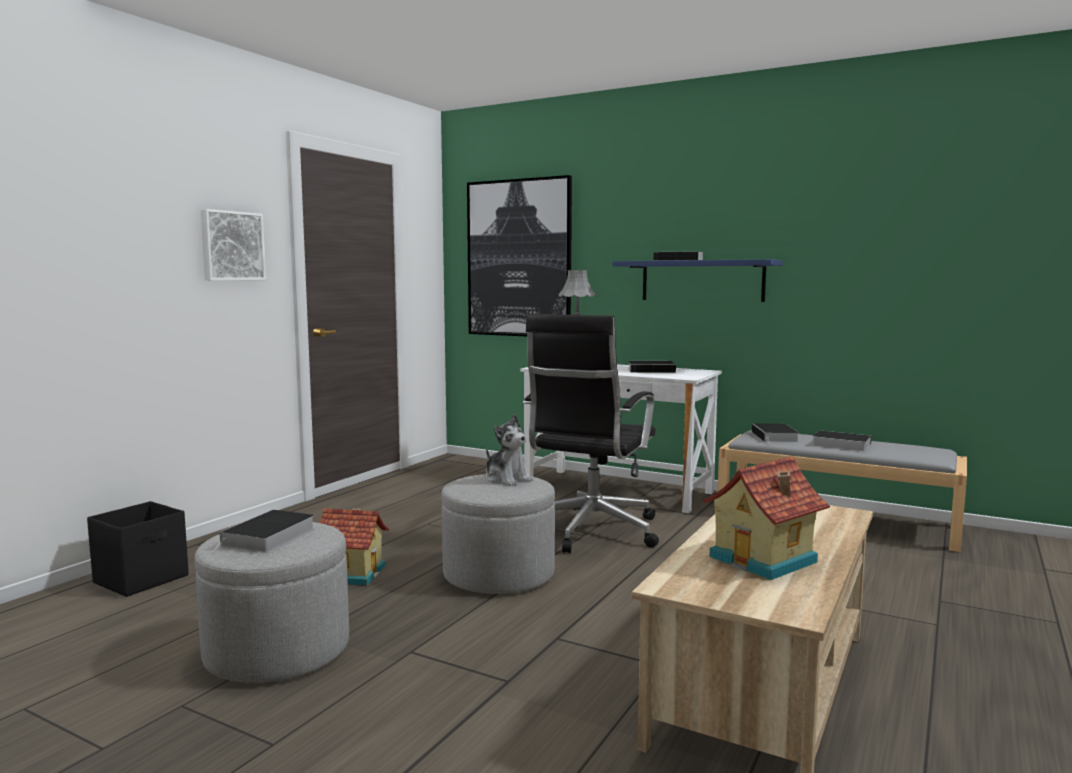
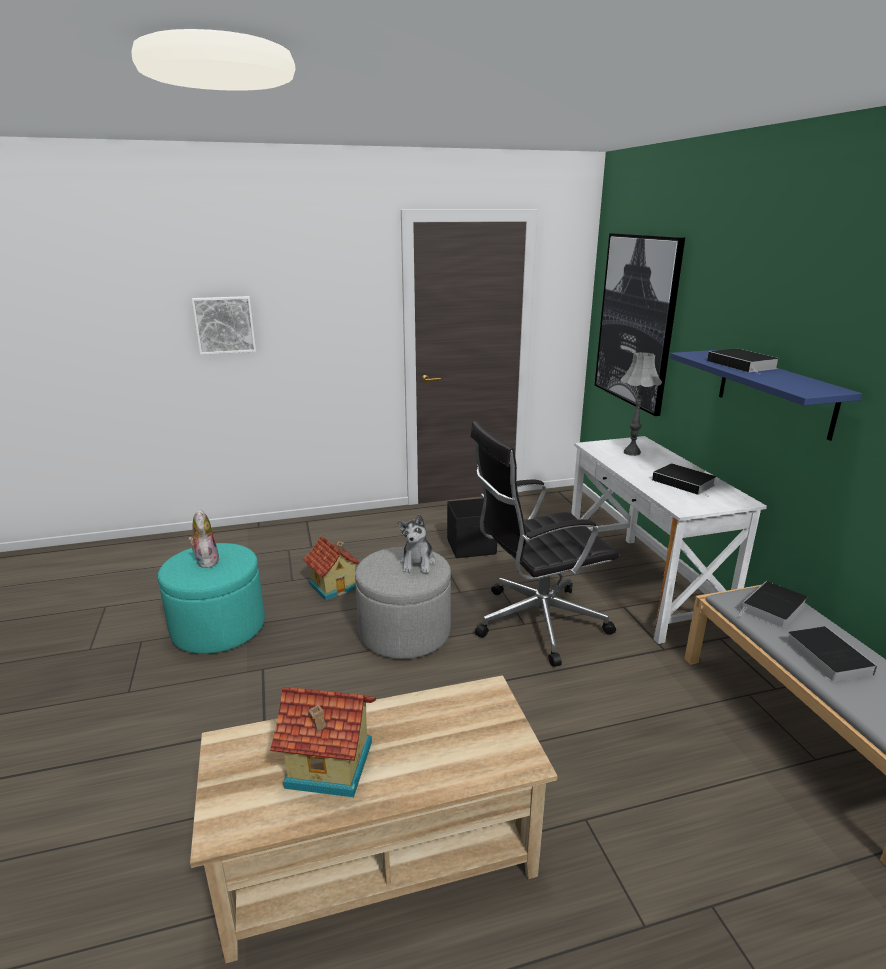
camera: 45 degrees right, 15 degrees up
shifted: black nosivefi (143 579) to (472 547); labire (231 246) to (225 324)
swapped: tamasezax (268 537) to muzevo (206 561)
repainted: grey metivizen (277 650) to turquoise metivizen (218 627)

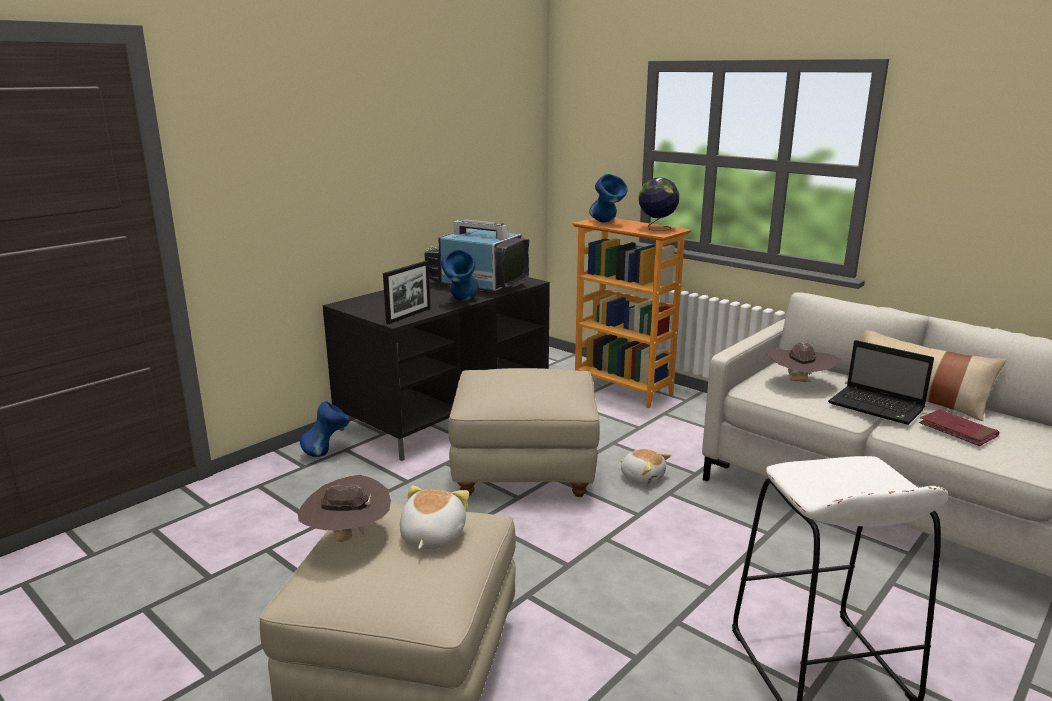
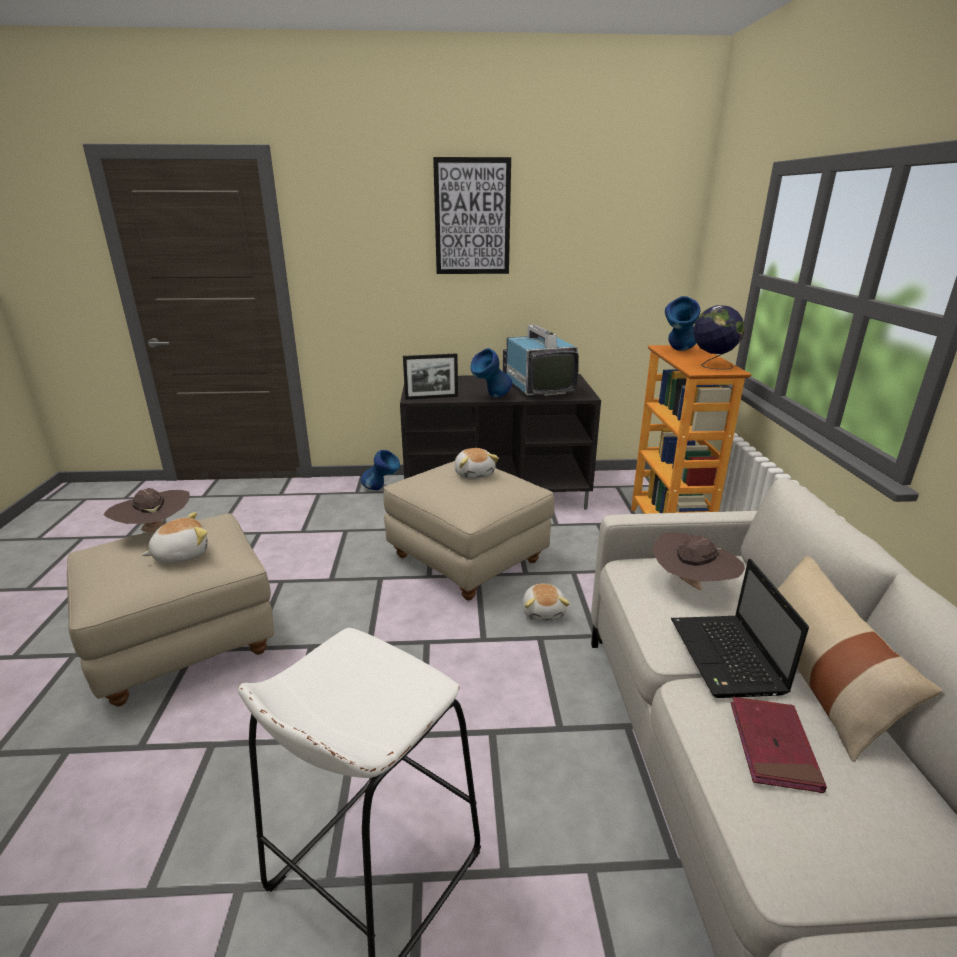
camera: 45 degrees right, 5 degrees up
new: labire (472 217); muzevo (474 474)

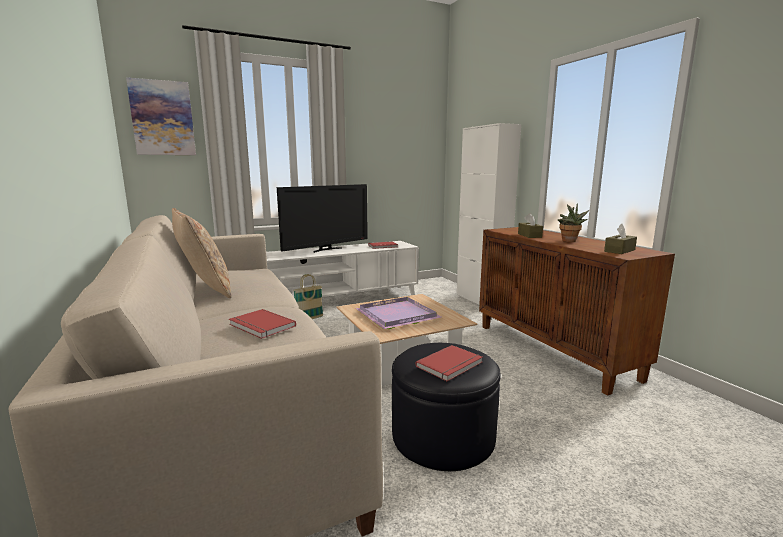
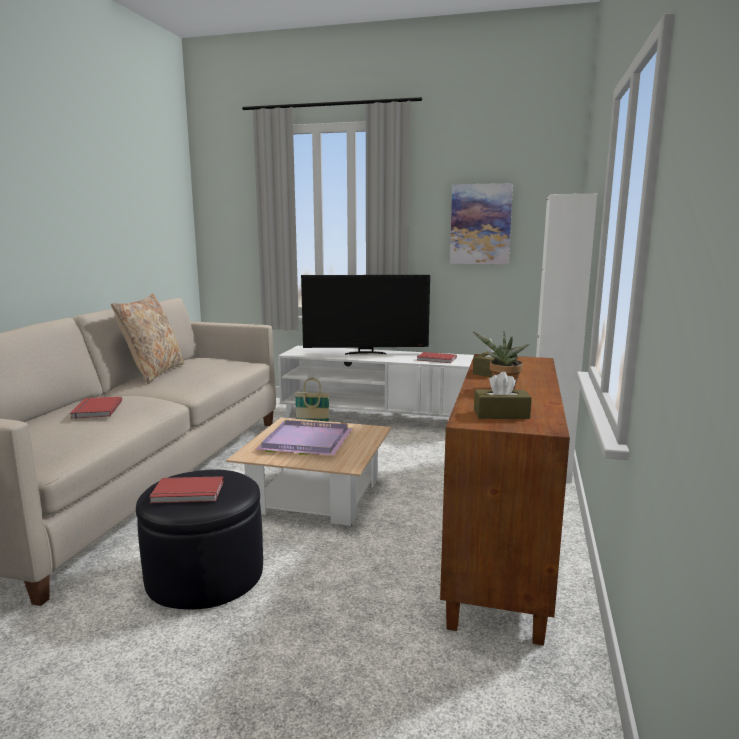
camera: 40 degrees right, 0 degrees up
shifted: labire (162 118) to (480 224)

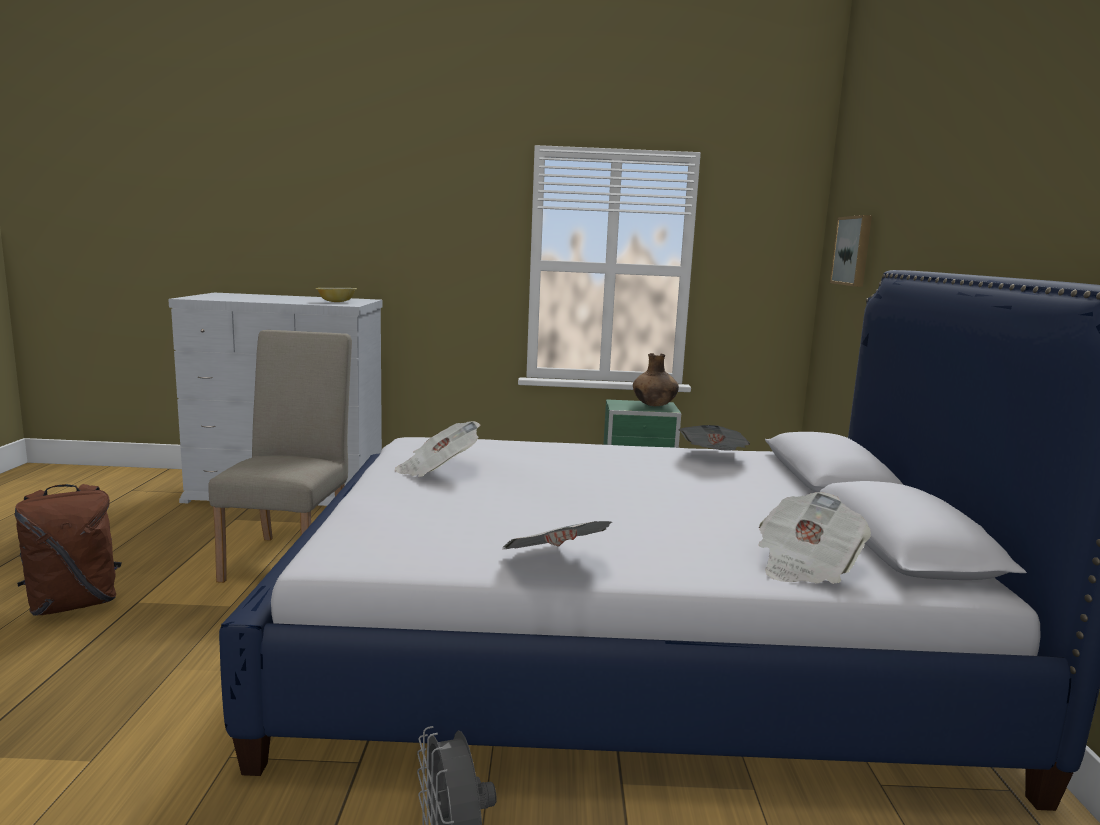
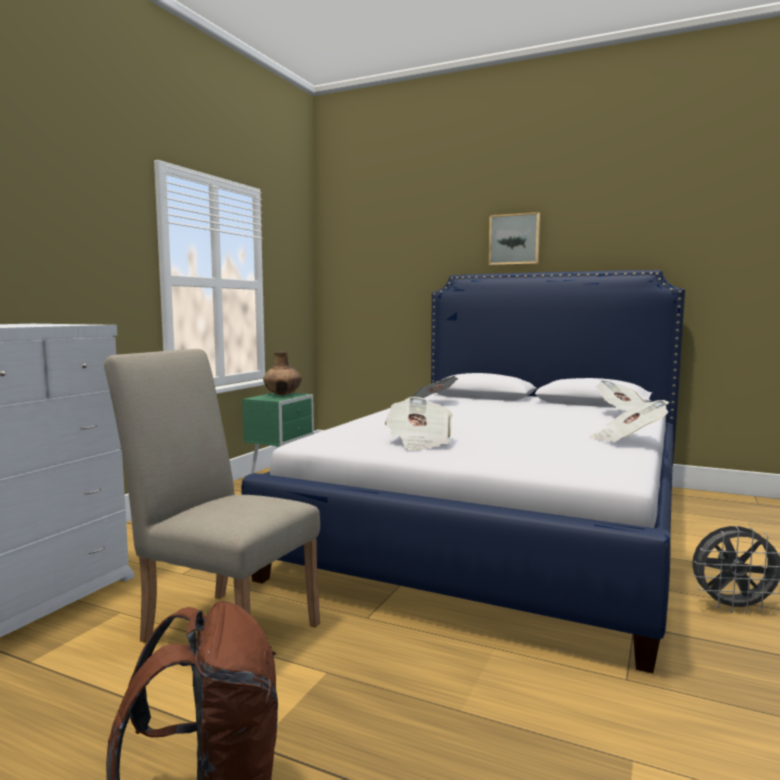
camera: 65 degrees left, 5 degrees down
gone: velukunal (336 302)
shifted: labire (853 251) to (514 239)

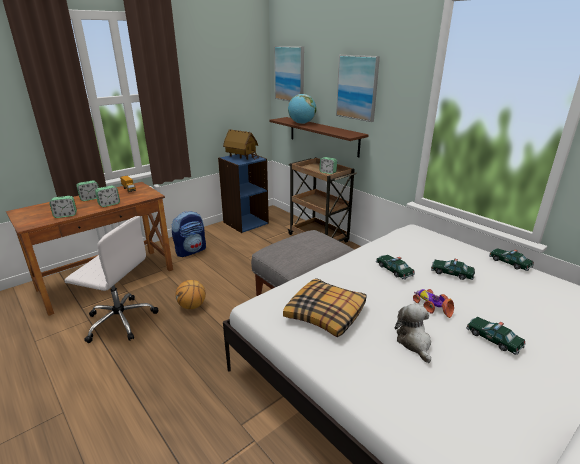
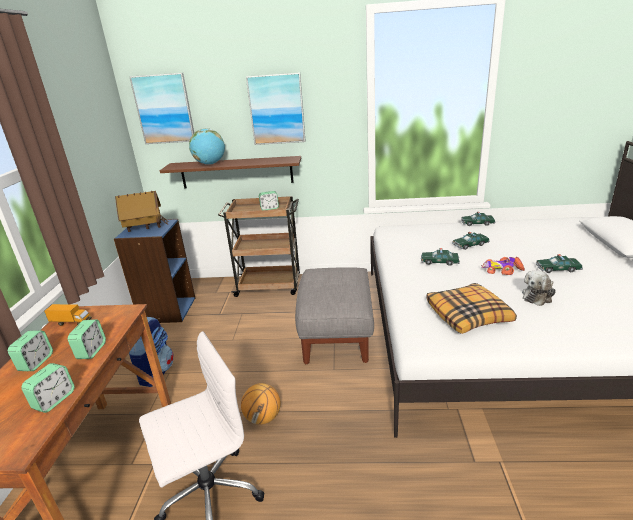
camera: 45 degrees left, 0 degrees up
rotated: muzevo (414 342) = (538 296) 75 degrees counterclockwise

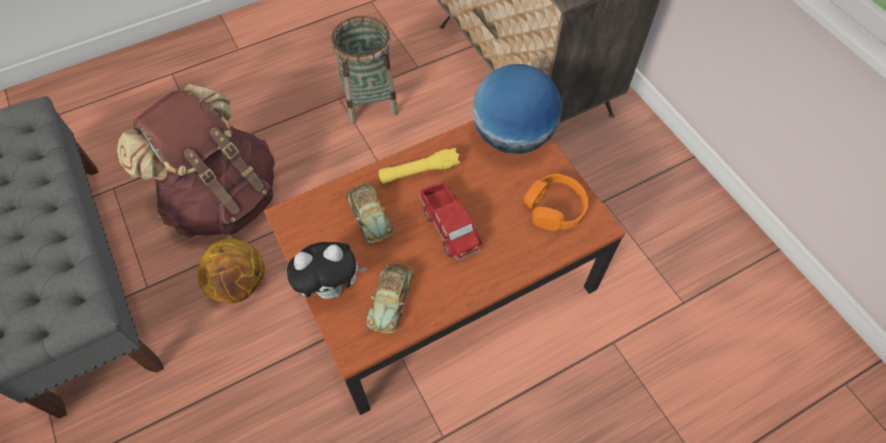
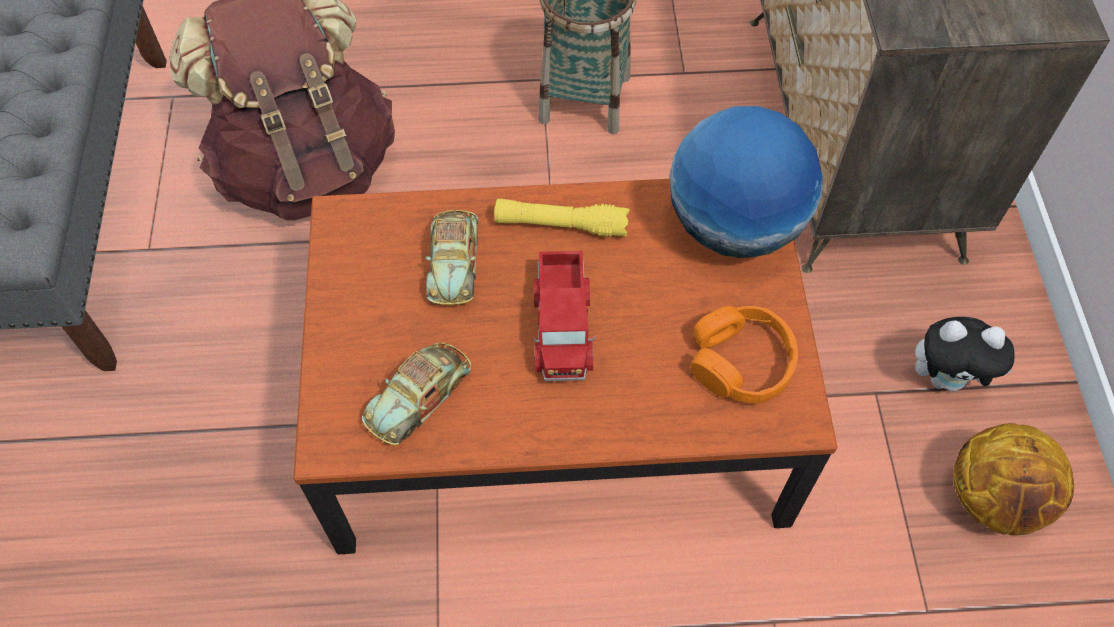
camera: 25 degrees right, 0 degrees up
shifted: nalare (240 284) to (995 499); muzevo (332 287) to (946 378)

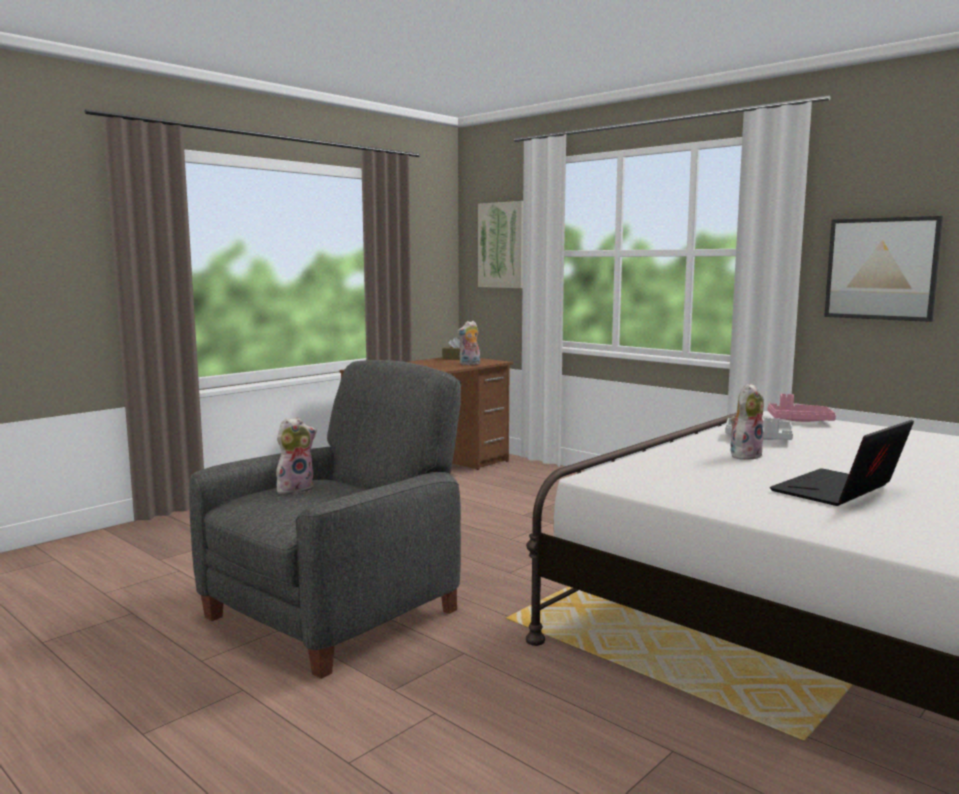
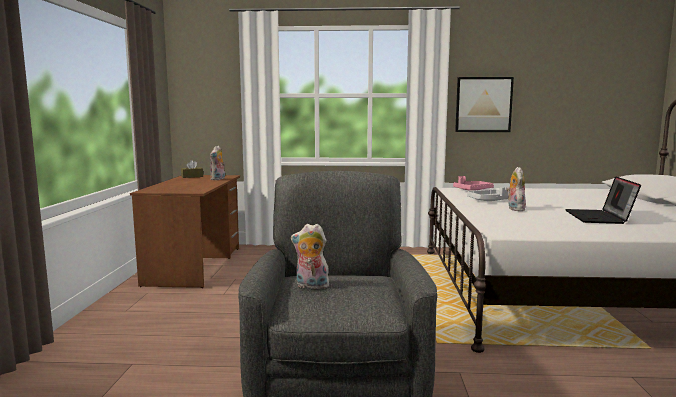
camera: 40 degrees left, 0 degrees up
gone: labire (502 245)
rotated: muzevo (295 489) = (311 286) 90 degrees counterclockwise

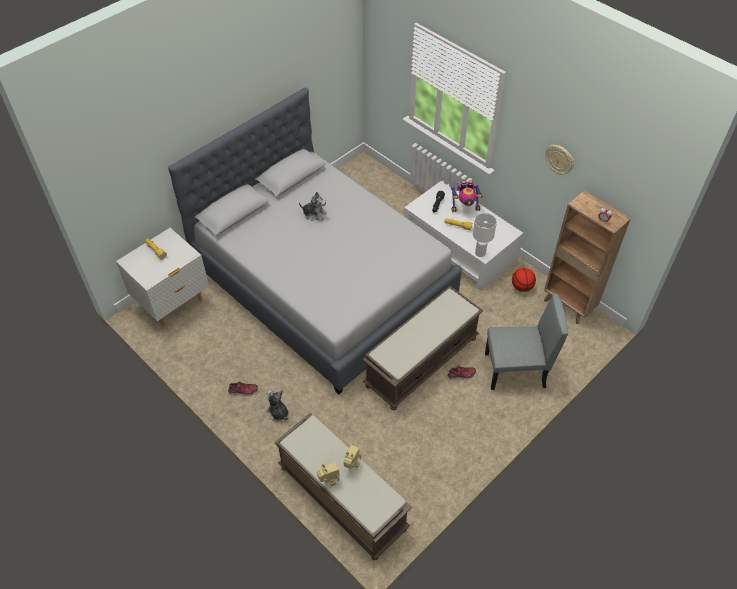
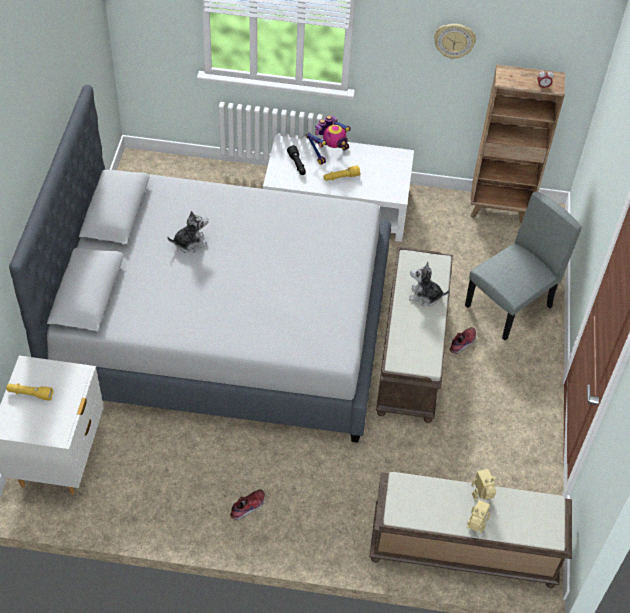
camera: 40 degrees left, 0 degrees up
gone: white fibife (480 253); nalare (522 287)
shifted: muzevo (278 413) to (425 296)

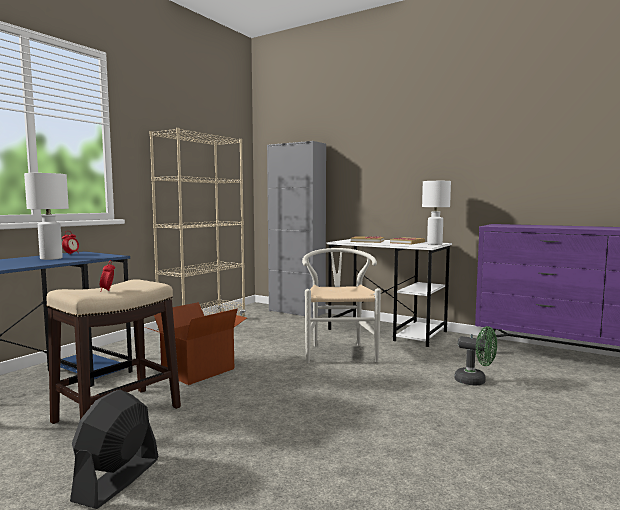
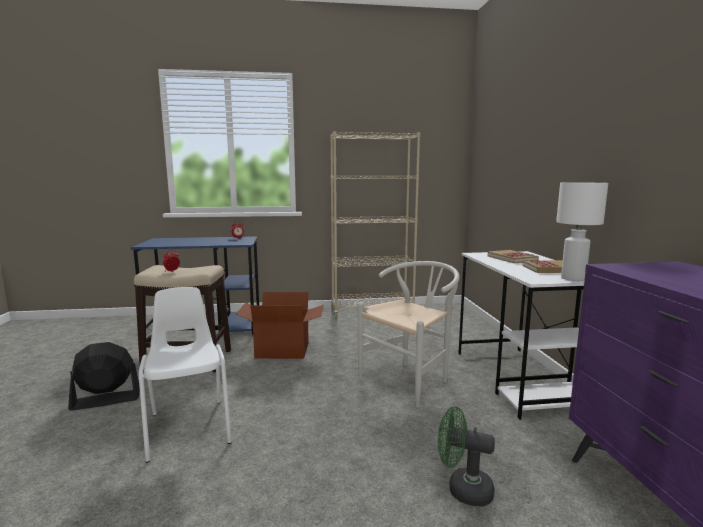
camera: 50 degrees right, 5 degrees up
gone: white fibife (51 258); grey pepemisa (296 312)
new: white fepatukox (189 427)
rotated: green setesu (475 381) = (462 489) 120 degrees clockwise

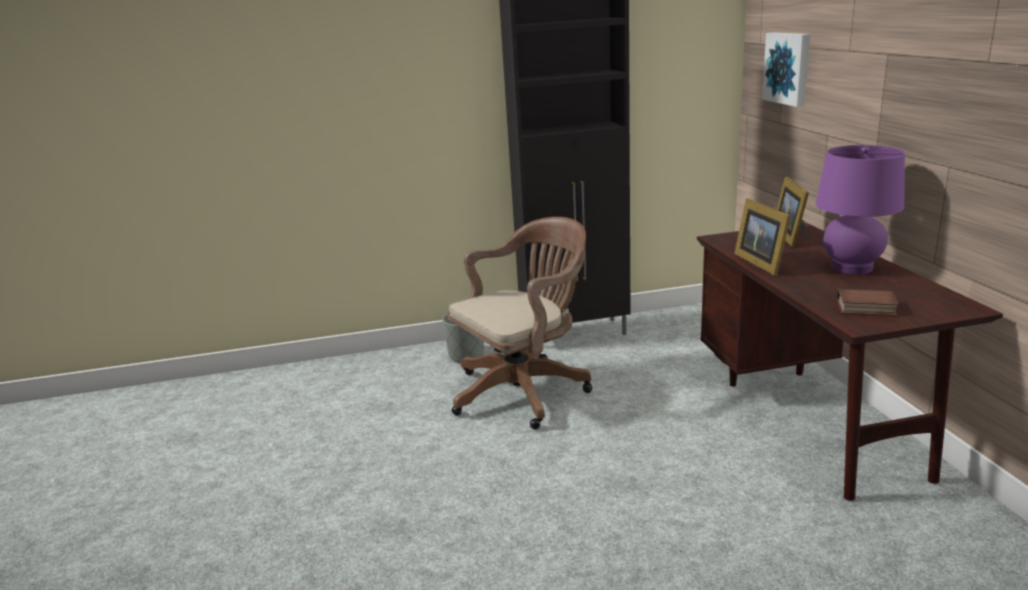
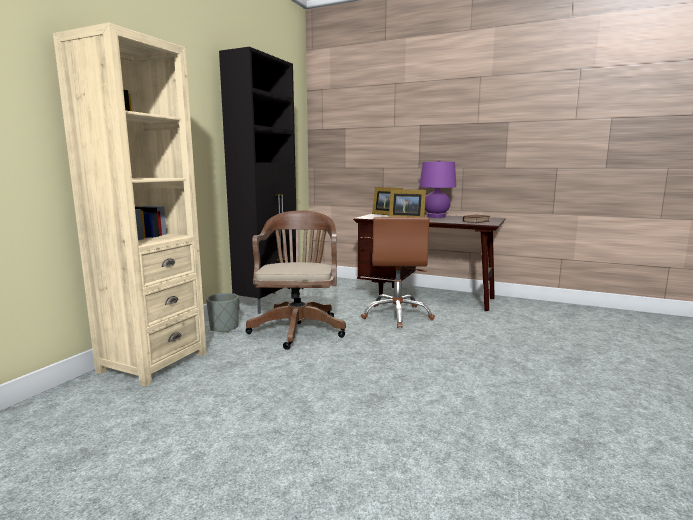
camera: 55 degrees left, 10 degrees down
gone: labire (788 68)
new: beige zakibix (153 362); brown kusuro (397 315)

